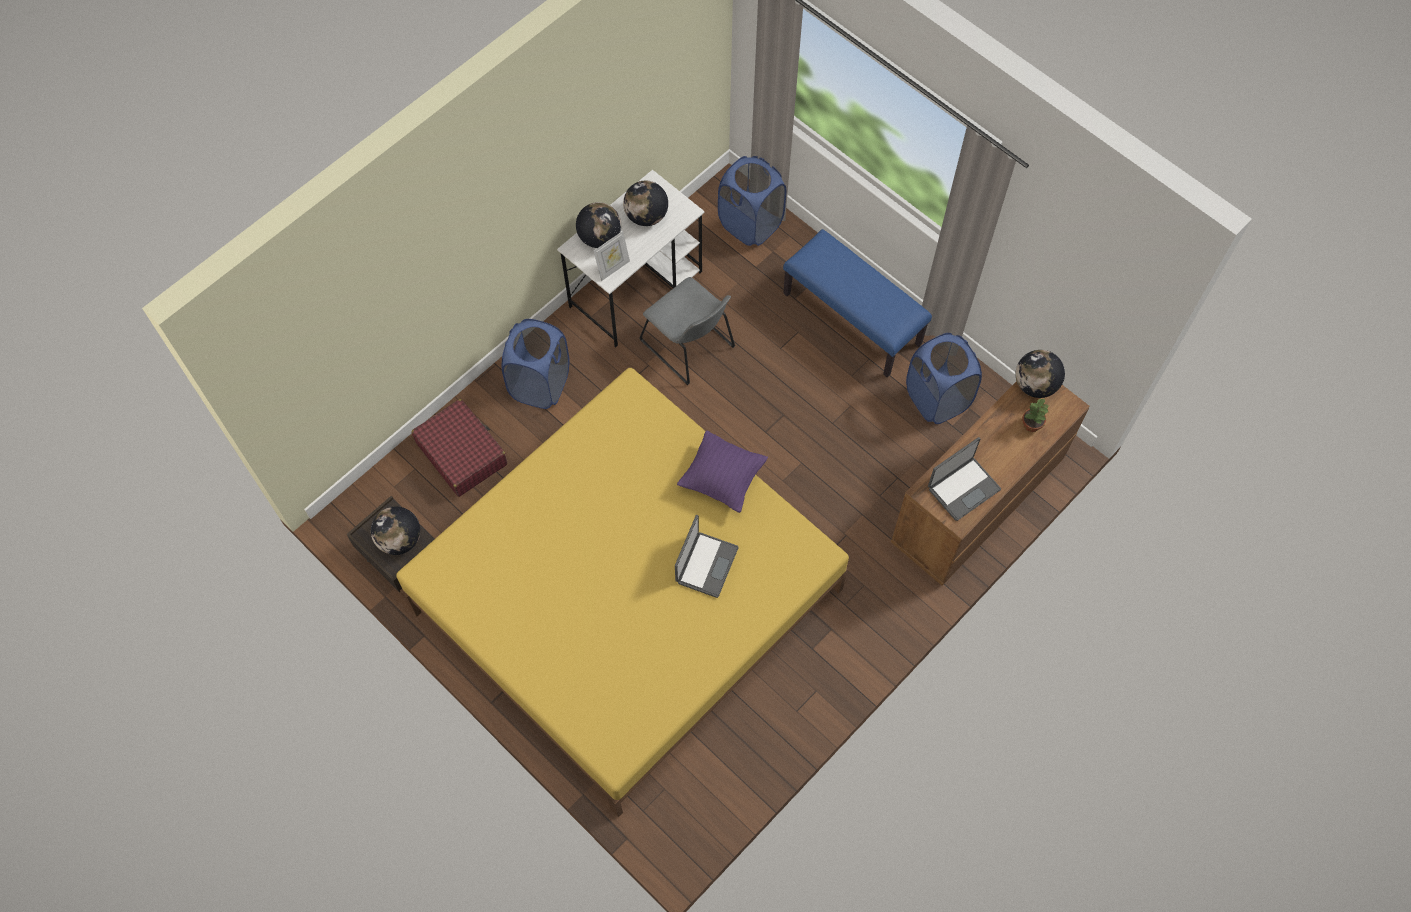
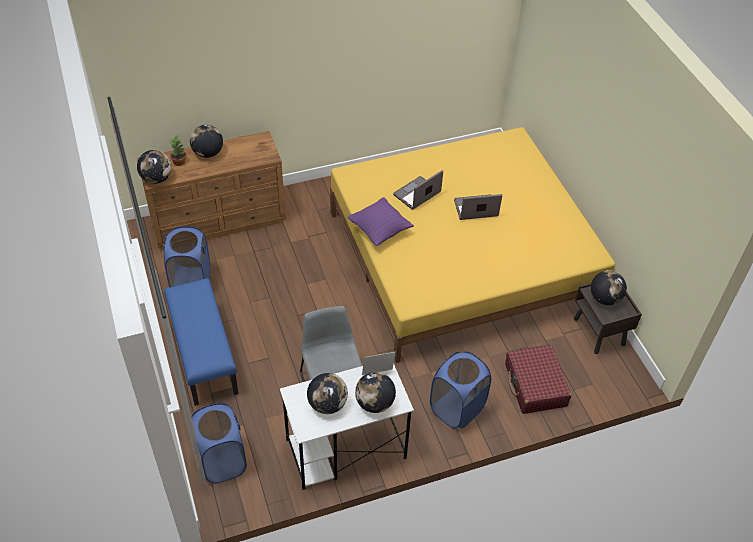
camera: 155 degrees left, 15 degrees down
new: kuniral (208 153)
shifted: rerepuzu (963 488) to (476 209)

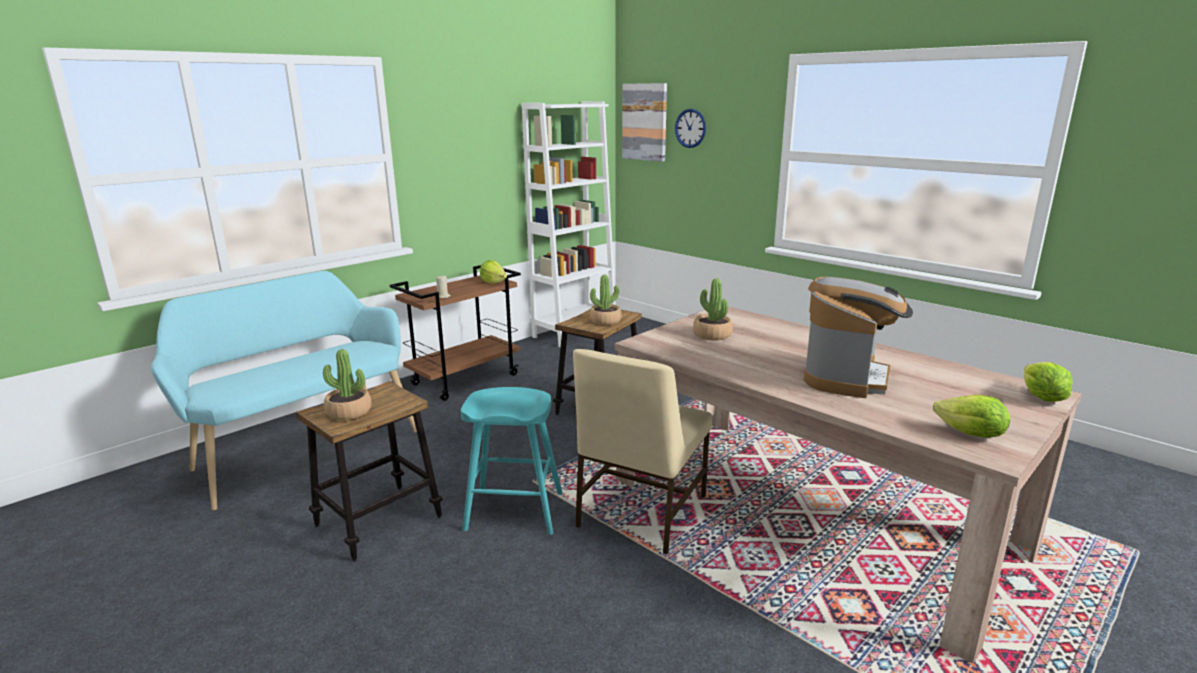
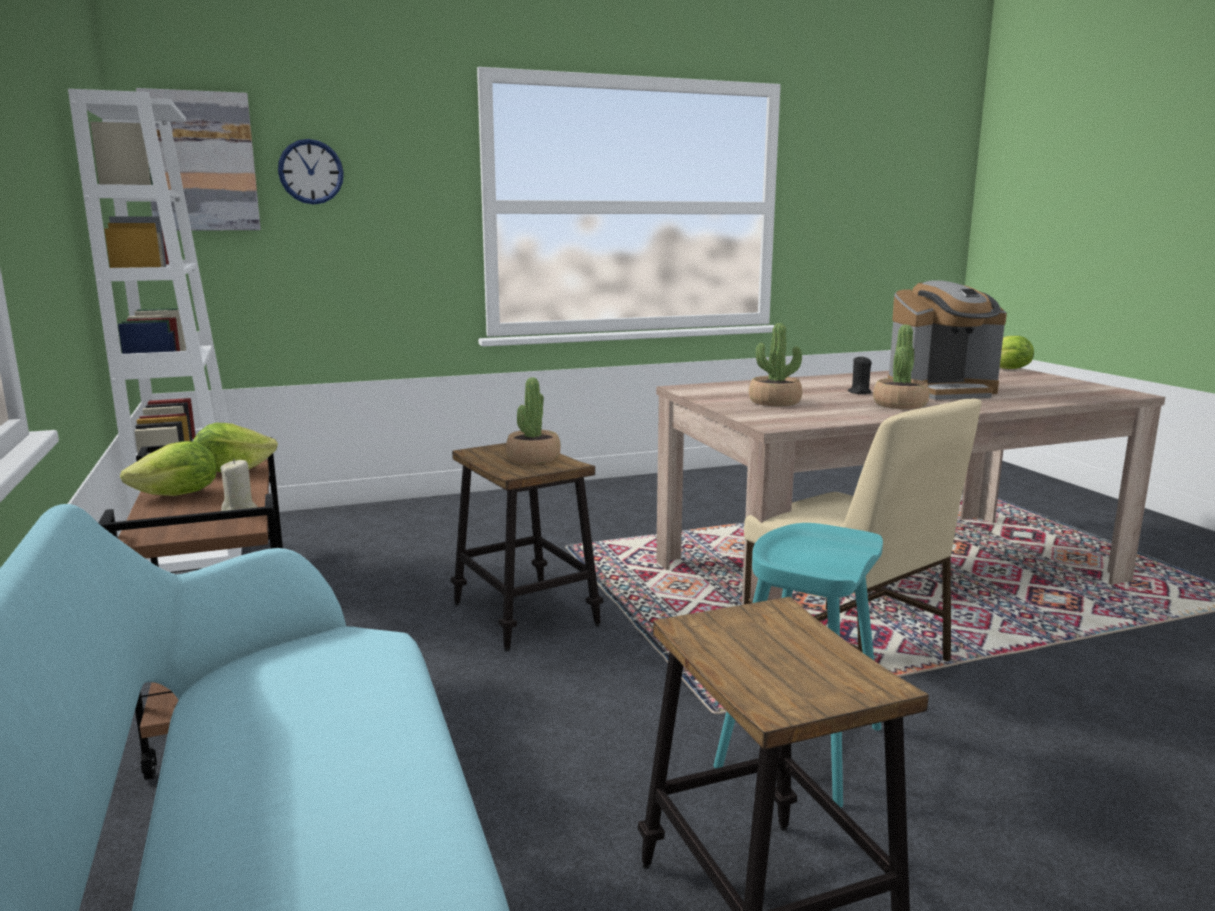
camera: 65 degrees left, 5 degrees down
new: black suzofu (859 392)
shifted: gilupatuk (348 412) to (900 405); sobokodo (971 434) to (178 495)
rotated: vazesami (847 378) = (941 391) 120 degrees clockwise

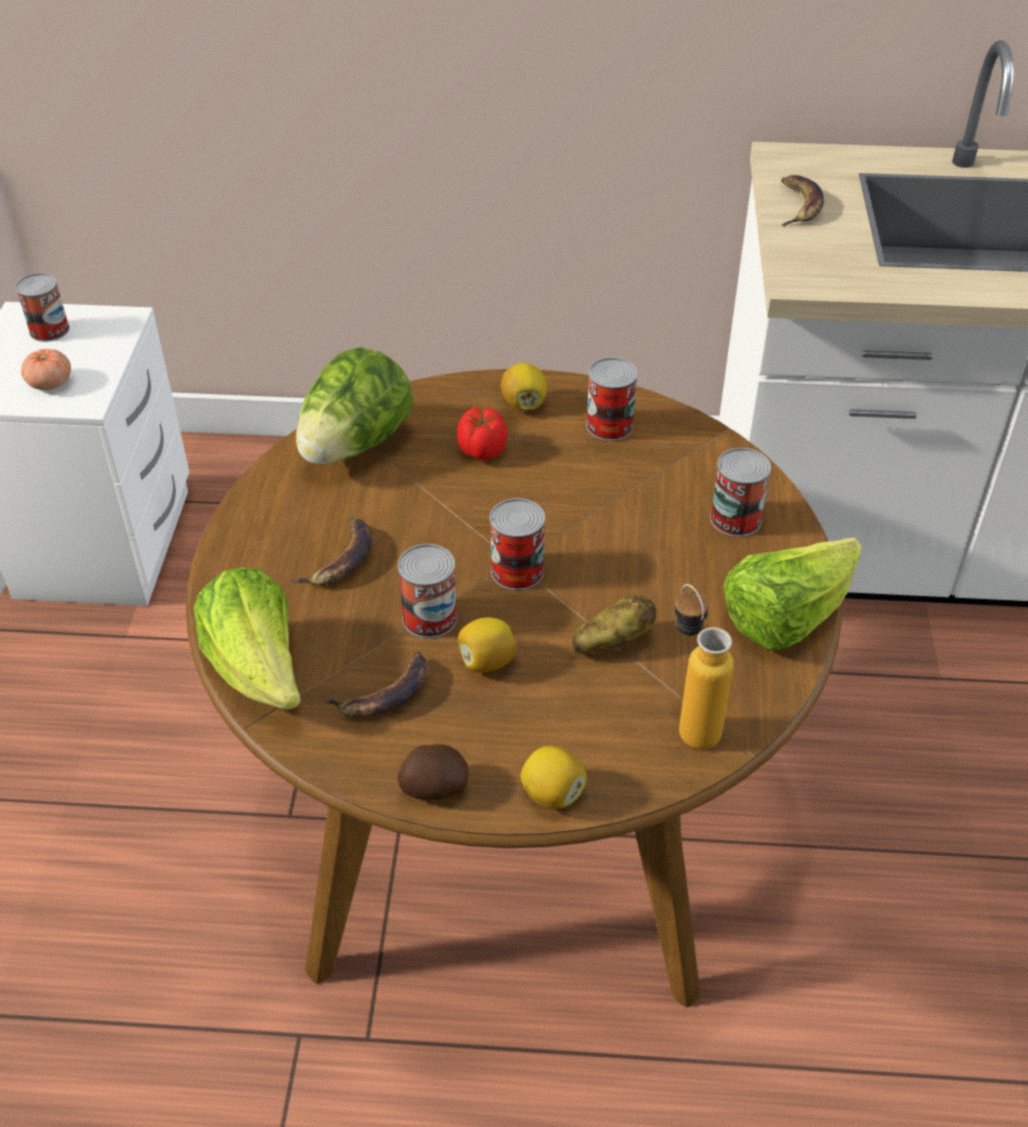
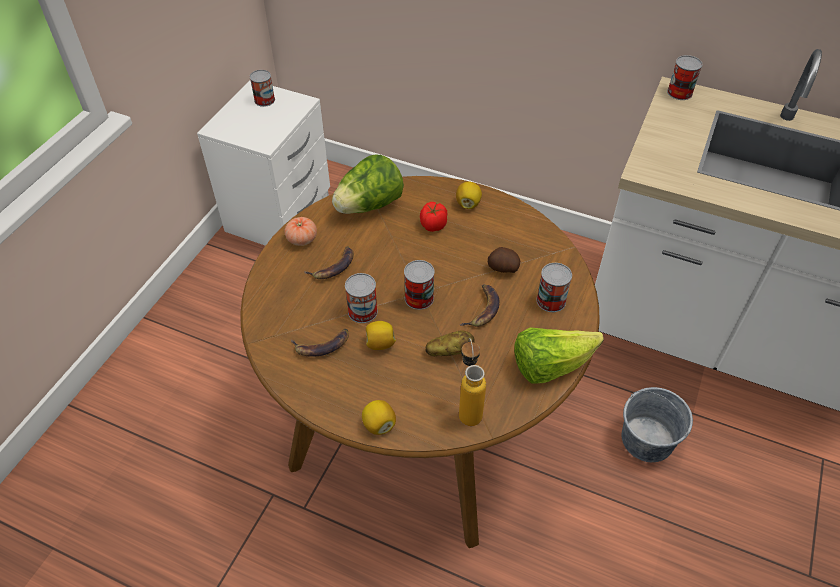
camera: 20 degrees right, 5 degrees up
gone: sobokodo (259 669)
new: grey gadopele (647 440)
shifted: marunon (50 383) to (302 239); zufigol (433 788) to (502 268); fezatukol (609 425) to (679 92); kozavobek (798 205) to (482 309)

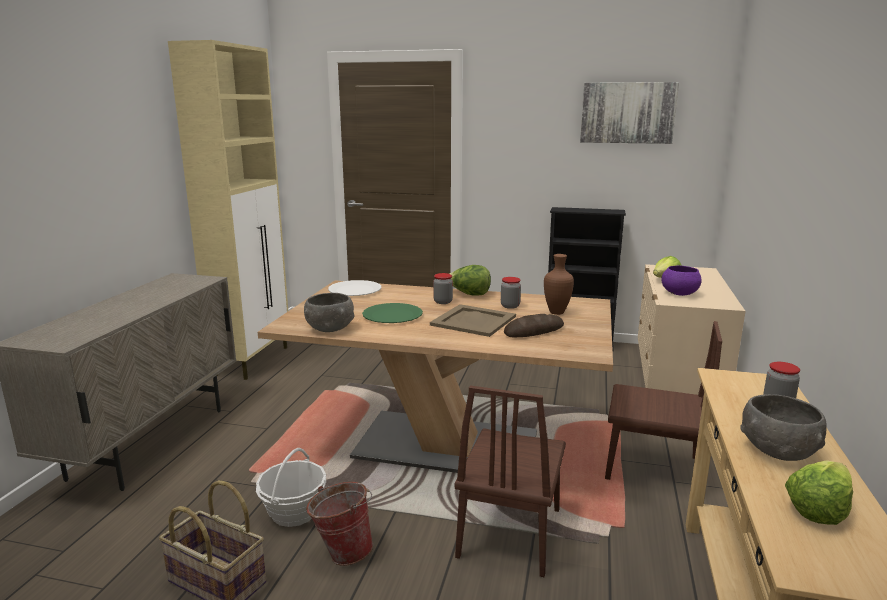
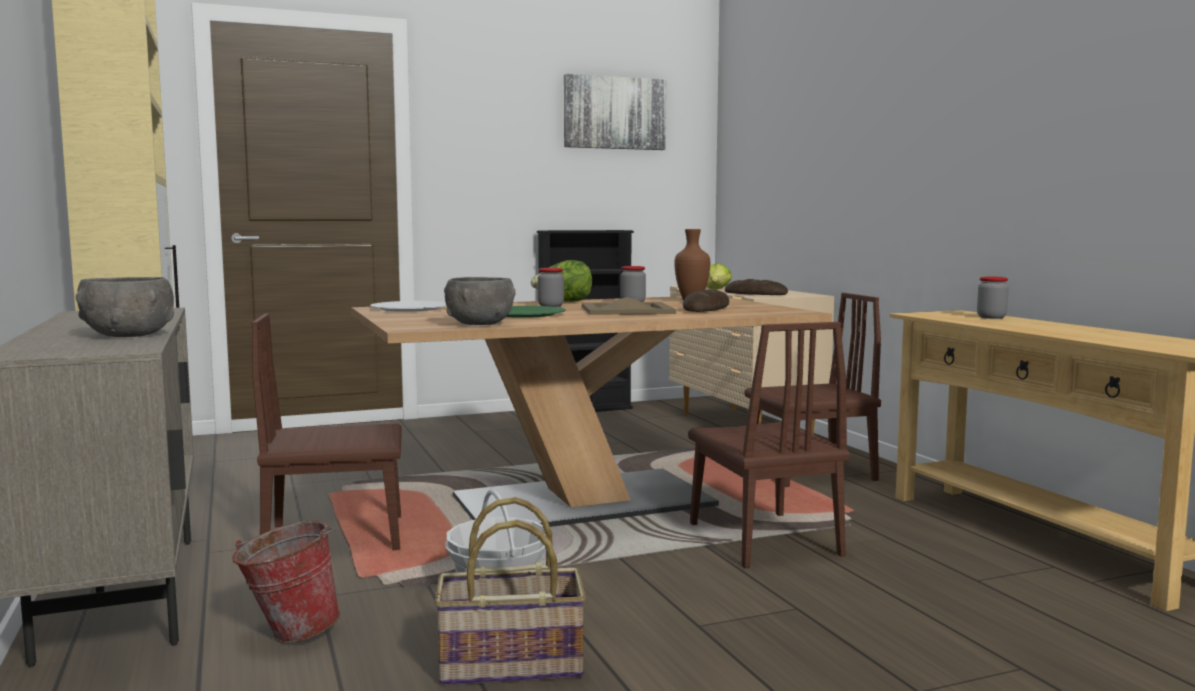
camera: 35 degrees left, 10 degrees down
gone: sobokodo (817 508)
new: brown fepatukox (335 538)
shifted: gadopele (342 551) to (289 633); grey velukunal (778 451) to (128 335)
swapped: purple velukunal (679 294) to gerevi (755 294)

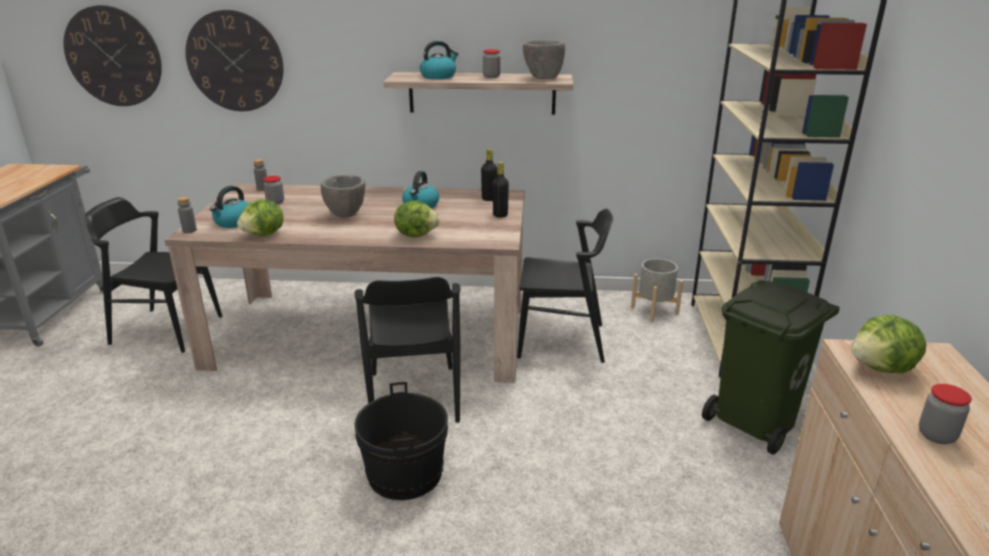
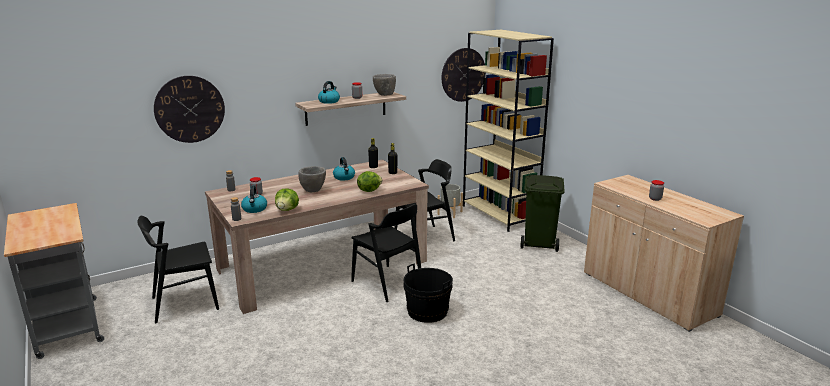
camera: 35 degrees left, 5 degrees down
gone: sobokodo (882 369)
shifted: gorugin (113 56) to (463 75)

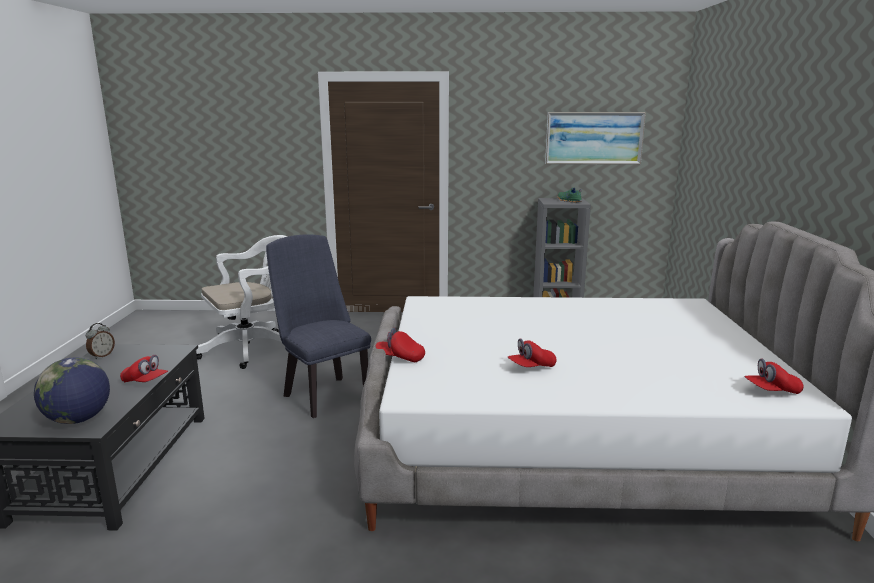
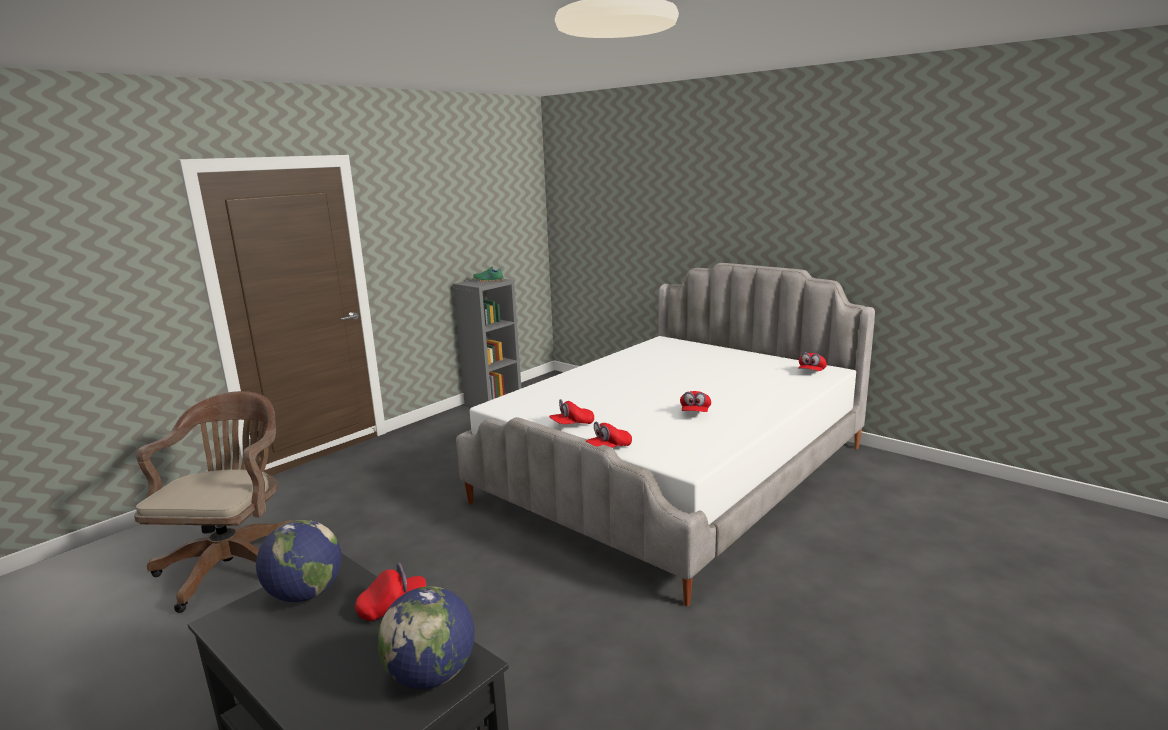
camera: 50 degrees left, 0 degrees up
gone: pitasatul (102 355); blue fepatukox (323 394); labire (594 138)
new: kuniral (305 594); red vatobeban (572 424)
repainted: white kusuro (252 348) to brown kusuro (234 563)

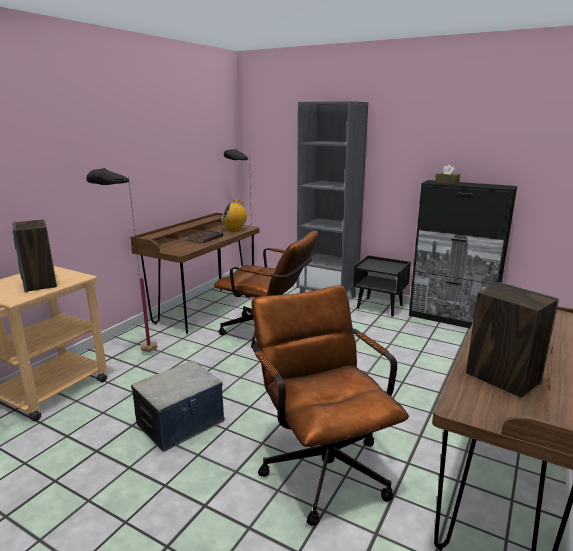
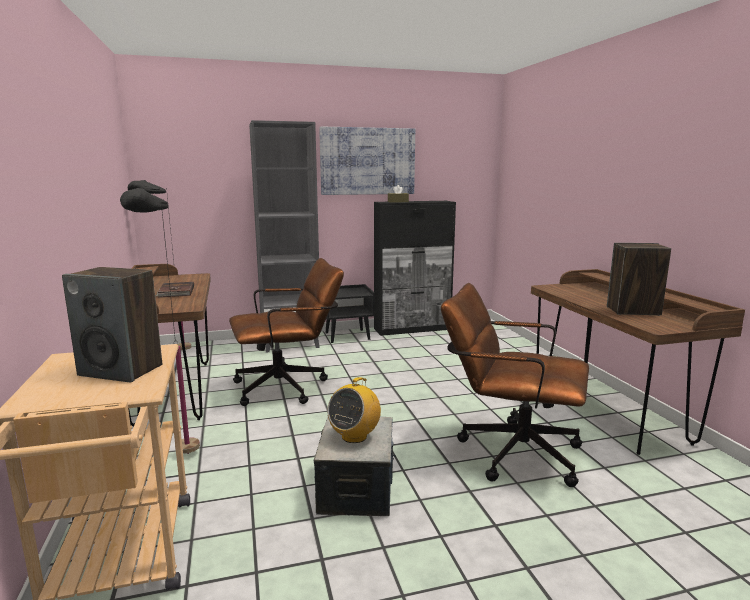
camera: 45 degrees left, 5 degrees down
new: labire (367 161)
shifted: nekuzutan (234 229) to (354 436)

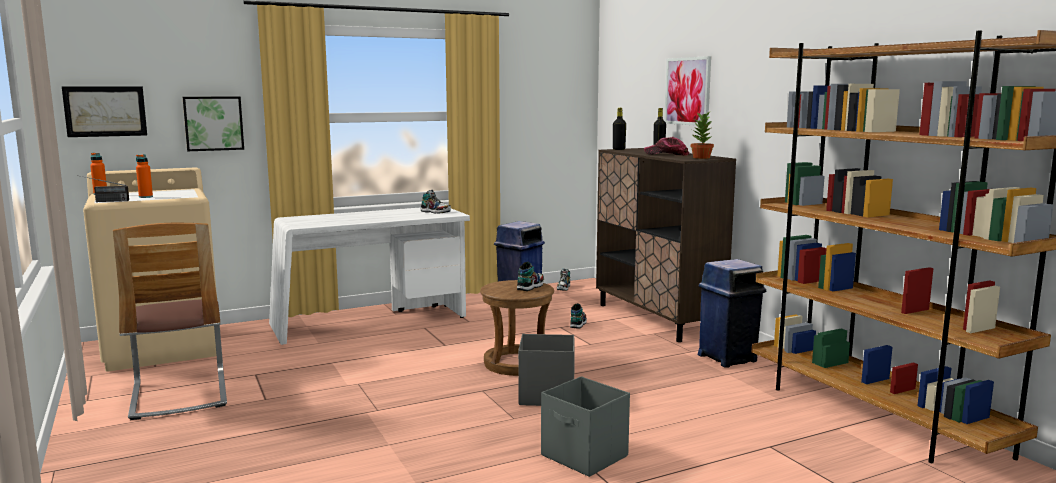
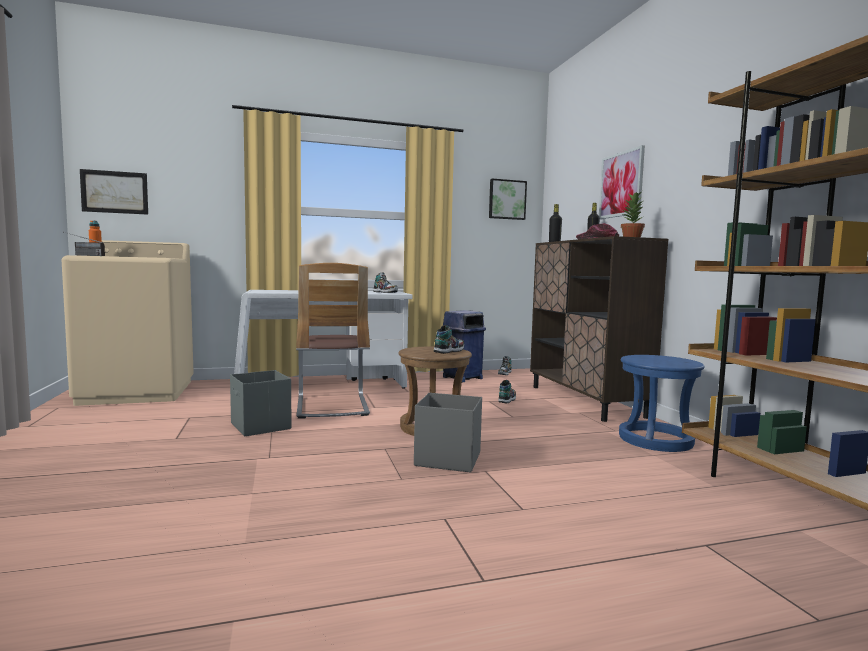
camera: 10 degrees right, 5 degrees down
gone: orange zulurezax (146 197)
shifted: fepatukox (179 394) to (332 406); labire (213 123) to (506 199); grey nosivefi (585 456) to (260 426)
swapped: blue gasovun (728 358) to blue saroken (655 440)

